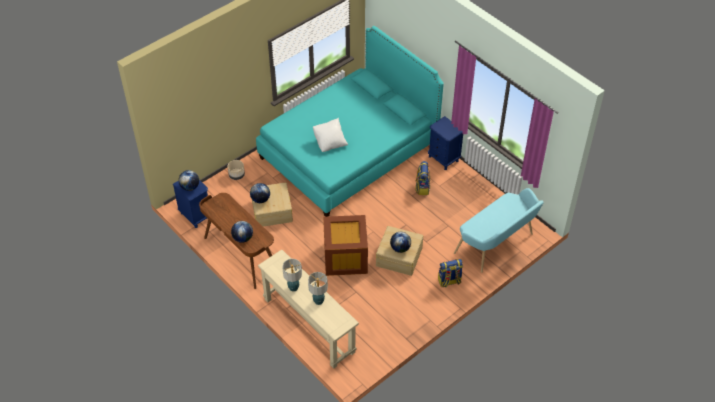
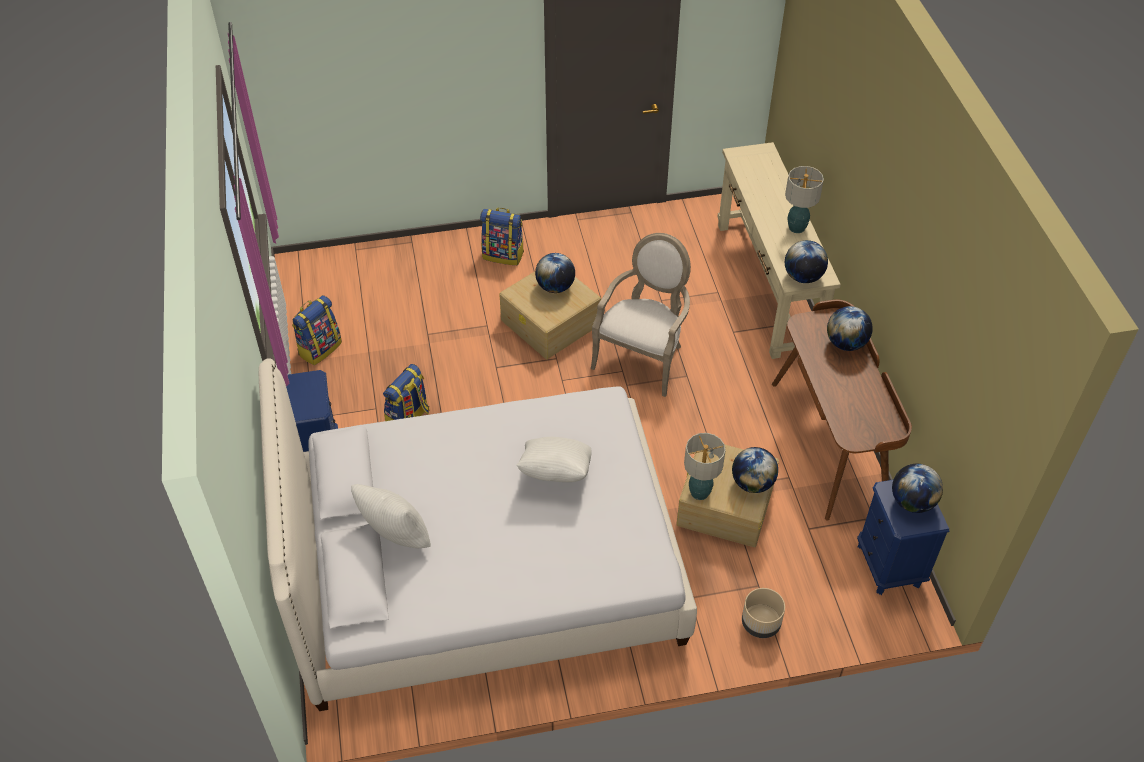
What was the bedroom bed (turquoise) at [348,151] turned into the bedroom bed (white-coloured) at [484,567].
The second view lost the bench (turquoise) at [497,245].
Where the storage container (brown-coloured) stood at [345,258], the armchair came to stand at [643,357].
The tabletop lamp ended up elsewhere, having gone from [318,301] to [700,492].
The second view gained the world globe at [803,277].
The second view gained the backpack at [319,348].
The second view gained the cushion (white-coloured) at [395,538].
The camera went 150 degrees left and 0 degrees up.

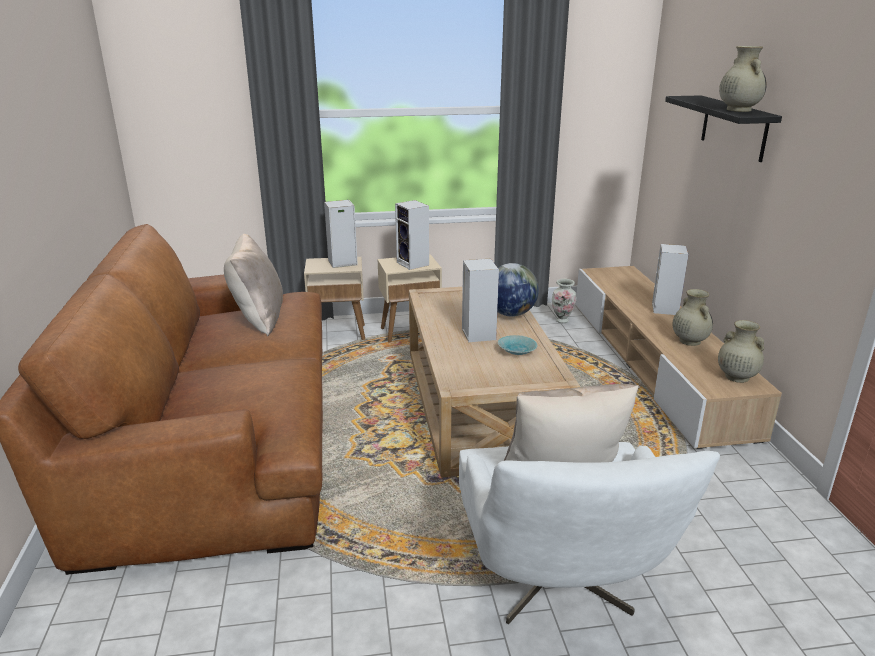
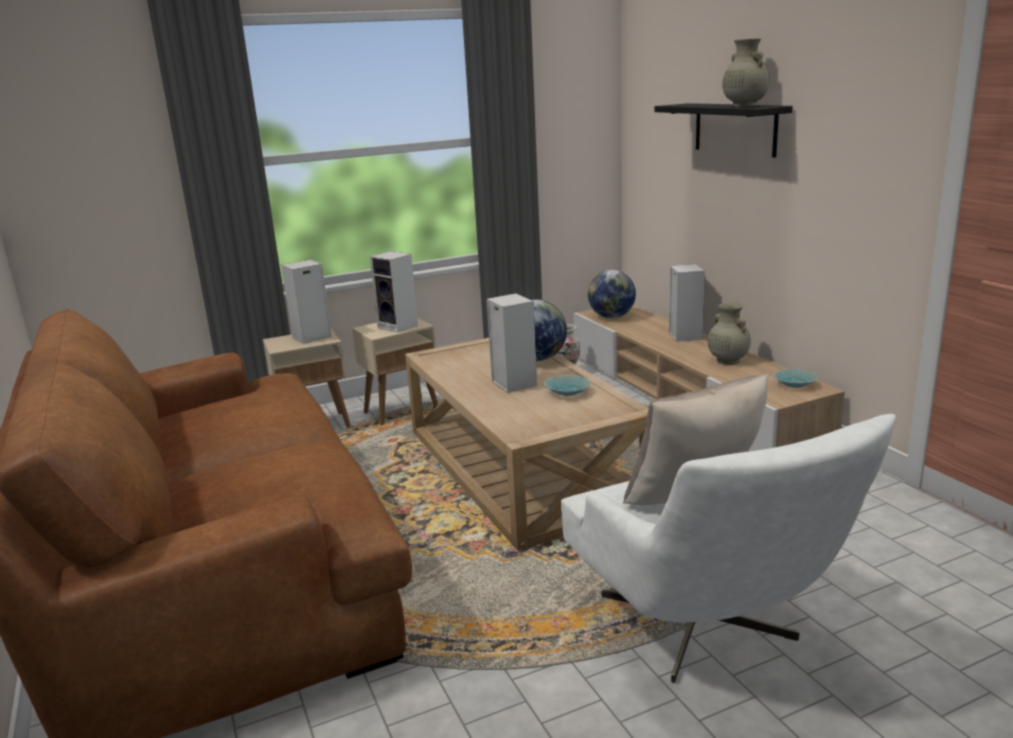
The second view lost the cushion (beige) at [259,319].
Where the flower vase (beige) stood at [736,377], the deep dish (turquoise) came to stand at [793,384].
The second view gained the world globe at [611,317].
The camera went 15 degrees left and 5 degrees down.

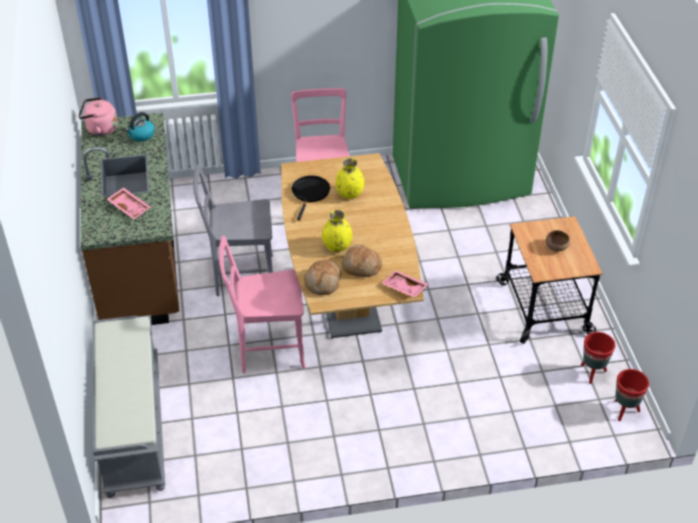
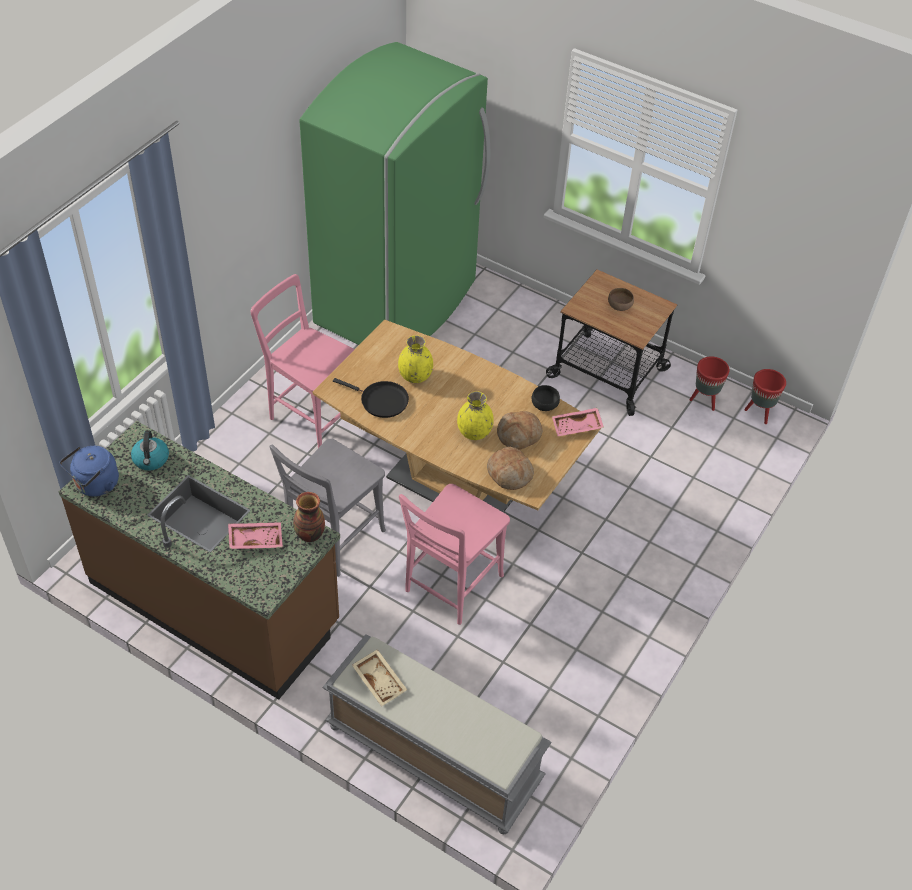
What was the tea kettle (pinkish) at [100,129] turned into the tea kettle (blue) at [95,485].
The pan (black) at [310,193] ended up facing another way, 150 degrees clockwise from before.
The second view gained the deep dish (black) at [545,405].
The second view gained the flower vase at [309,535].
The second view gained the serving tray (beige) at [380,681].
The camera went 50 degrees left and 5 degrees up.

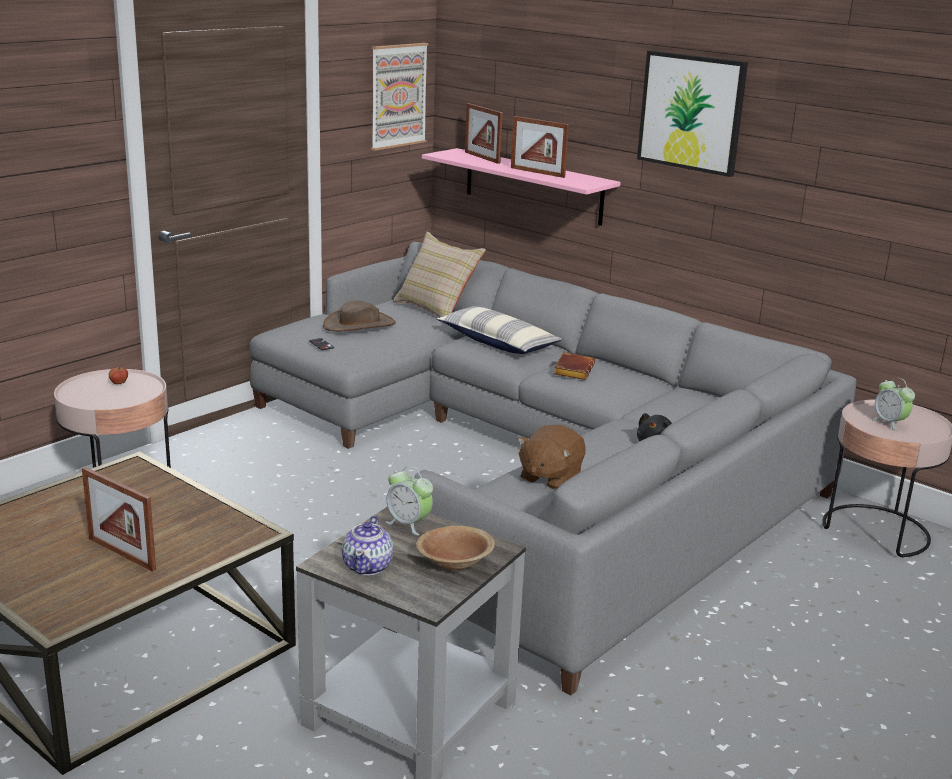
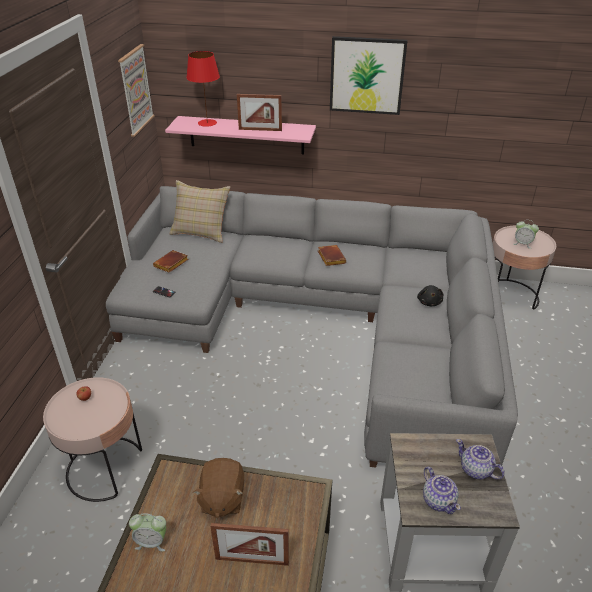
Where the standing frame stood at [482,157], the tabletop lamp (red-coloured) came to stand at [207,123].
Where the wearable hat (brown-coloured) stood at [359,324], the book (brown-coloured) came to stand at [171,264].
The second view lost the cushion at [498,342].
The cuddly toy (brown-coloured) ended up elsewhere, having gone from [549,477] to [222,498].
The bedside clock ended up elsewhere, having gone from [409,524] to [152,542].
Where the deep dish (brown-coloured) stood at [454,563], the tea pot came to stand at [476,470].
The camera went 30 degrees left and 15 degrees up.

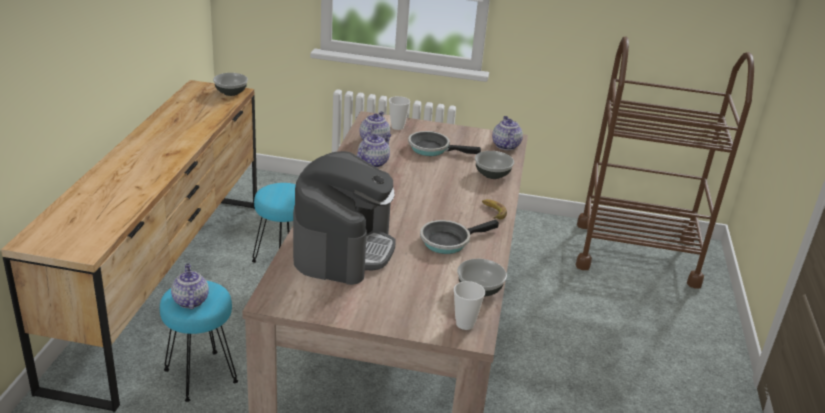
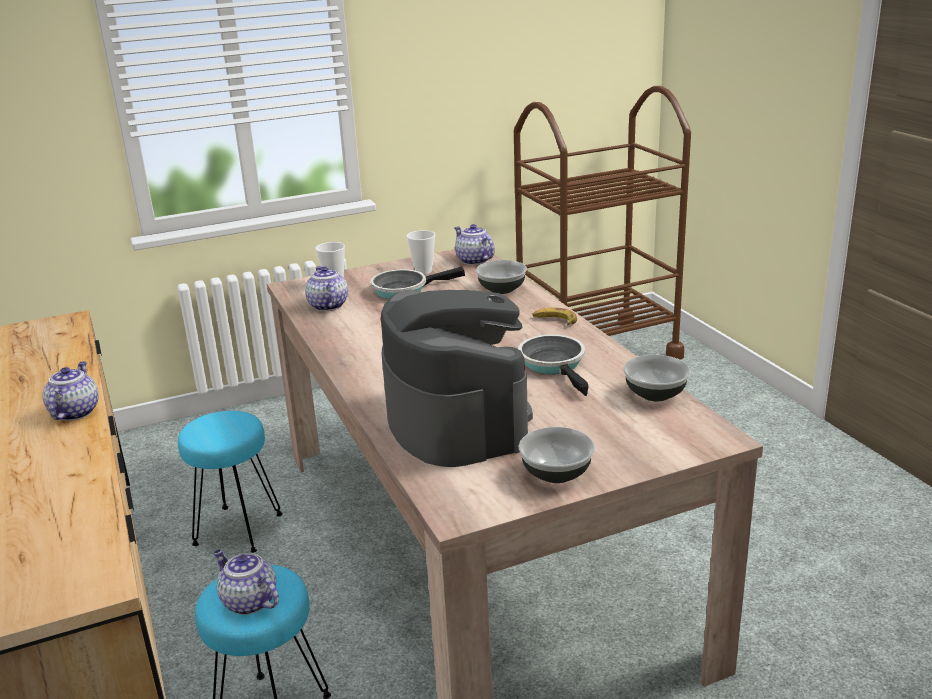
The deep dish ended up elsewhere, having gone from [230,92] to [555,474].
The tea pot ended up elsewhere, having gone from [373,162] to [75,412].
The pan at [448,241] ended up facing another way, 135 degrees clockwise from before.
The small cup ended up elsewhere, having gone from [465,324] to [423,271].
The camera went 30 degrees left and 5 degrees down.

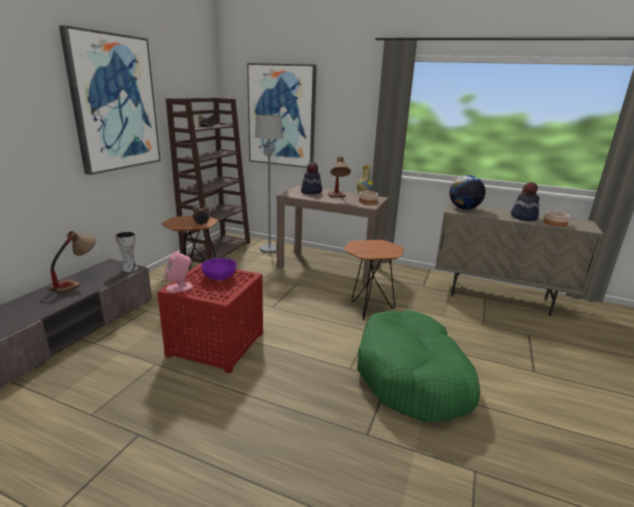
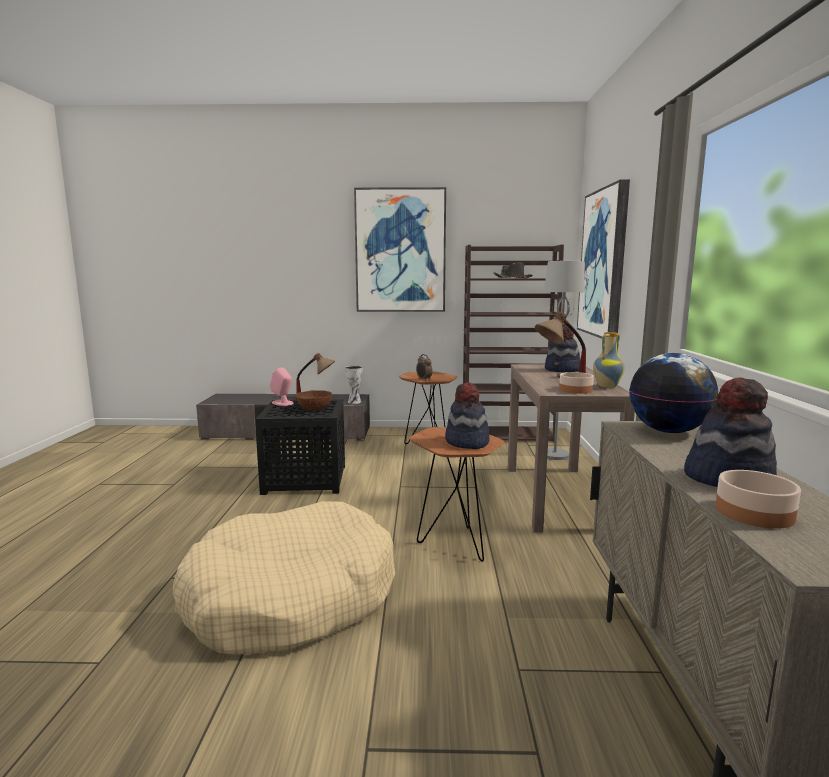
What was the deep dish (purplish) at [219,277] turned into the deep dish (brown-coloured) at [314,408].
What was the accent table (red-coloured) at [217,345] turned into the accent table (black) at [303,480].
What was the pet bed (green-coloured) at [413,377] turned into the pet bed (beige) at [291,598].
The second view gained the wearable hat at [466,442].
The camera went 70 degrees right and 10 degrees down.

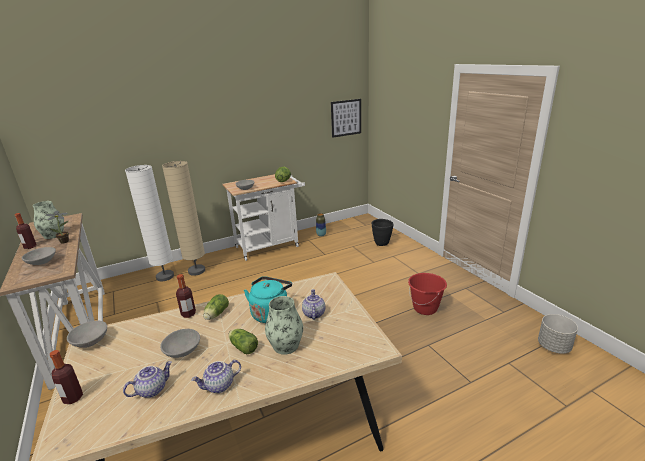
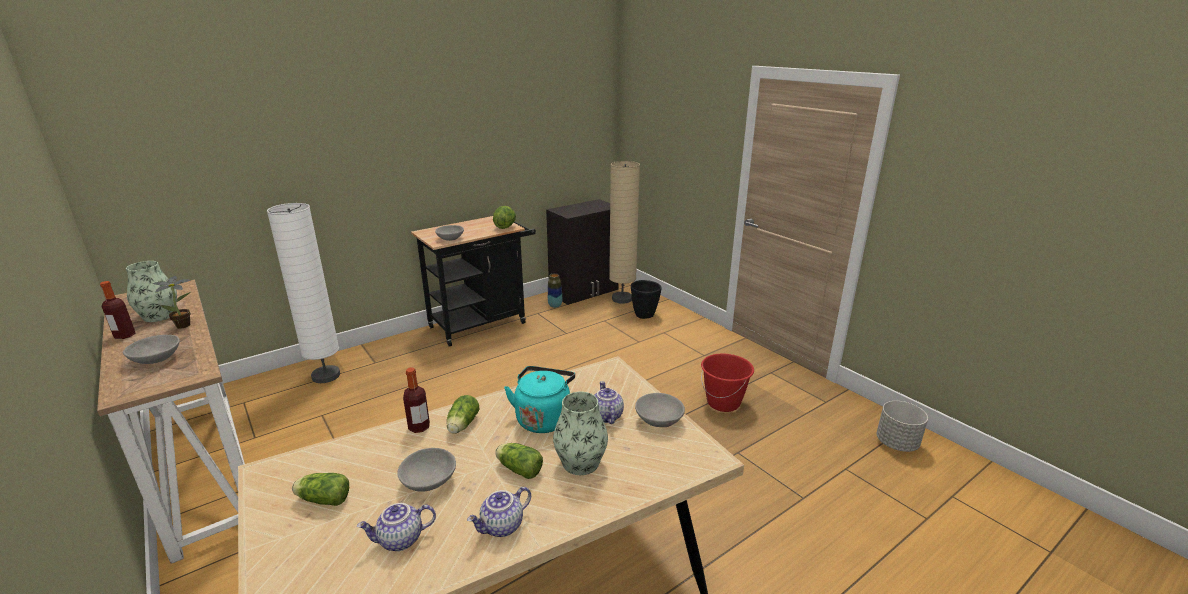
The second view lost the wall art at [346,118].
The standard lamp (beige) ended up elsewhere, having gone from [196,271] to [622,299].
What was the trolley (white-coloured) at [270,245] turned into the trolley (black) at [483,323].
The deep dish (greyish) ended up elsewhere, having gone from [90,342] to [658,421].
The second view lost the beverage bottle at [73,398].
The tea pot at [152,389] ended up facing another way, 150 degrees counterclockwise from before.
The second view gained the cupboard (black) at [585,291].
The second view gained the lettuce at [322,499].
The camera went 10 degrees left and 0 degrees up.

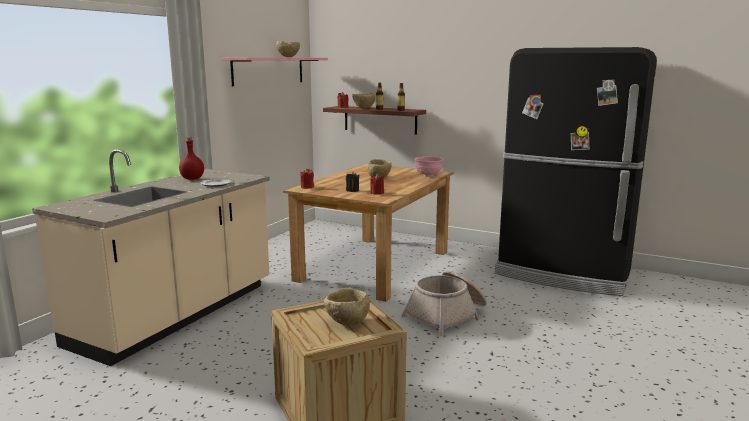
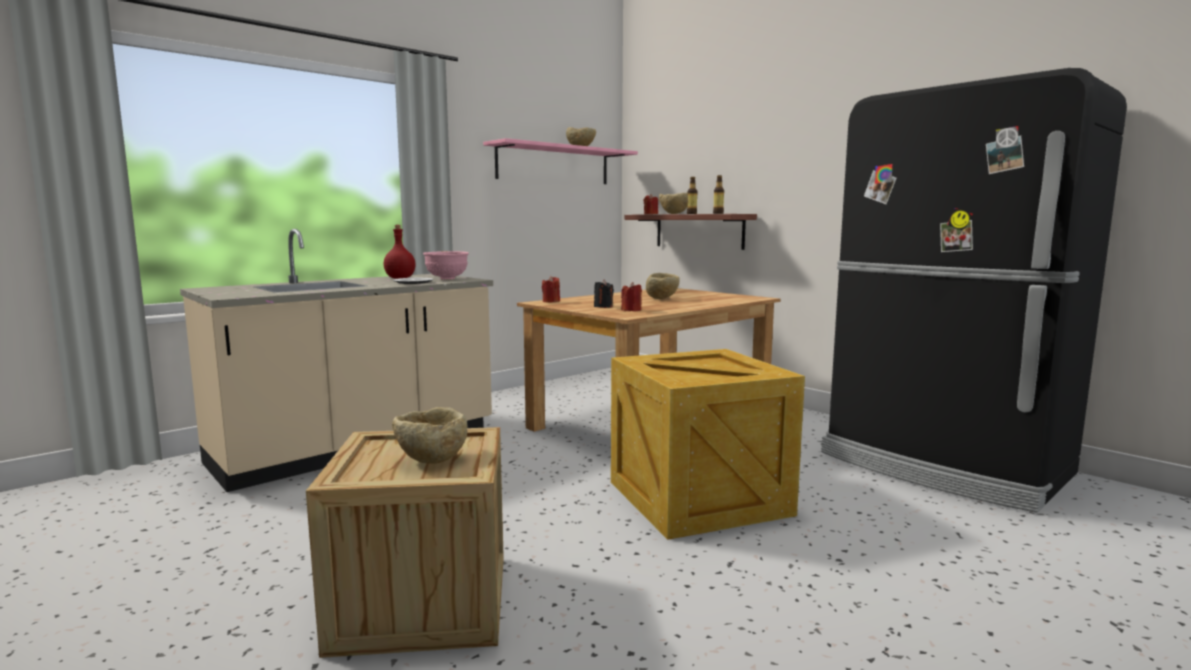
The deep dish (pinkish) ended up elsewhere, having gone from [428,175] to [446,279].
Where the storage basket stood at [447,316], the shipping crate came to stand at [701,498].
The camera went 20 degrees right and 5 degrees down.

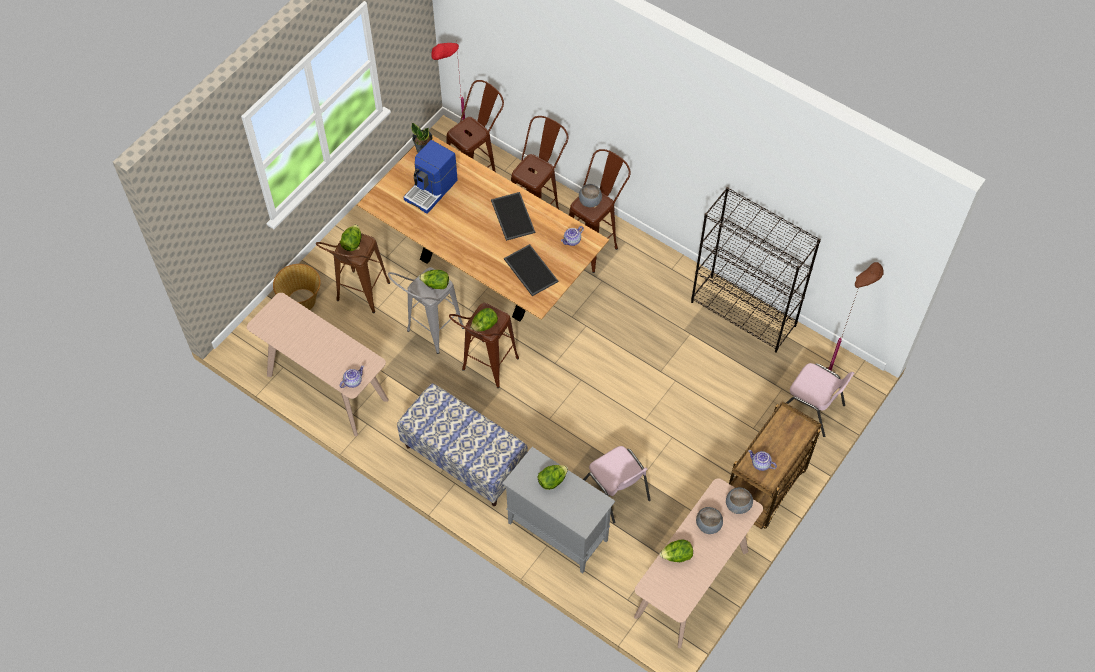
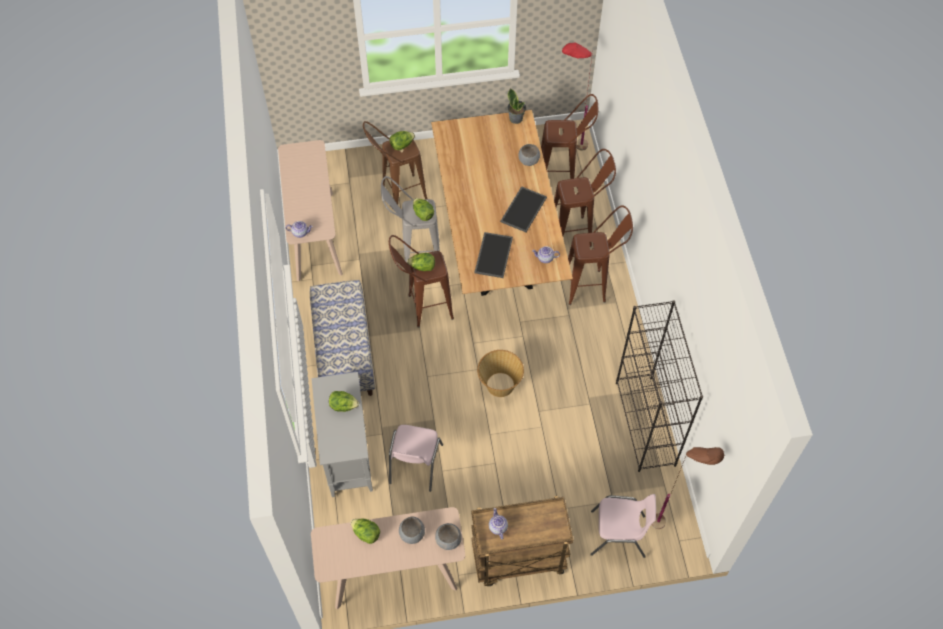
The second view lost the coffee machine at [432,190].
The deep dish (greyish) ended up elsewhere, having gone from [590,201] to [528,160].
The storage basket ended up elsewhere, having gone from [301,301] to [499,385].
The plain chair (pinkish) at [811,408] ended up facing another way, 75 degrees counterclockwise from before.
The camera went 45 degrees right and 0 degrees up.

